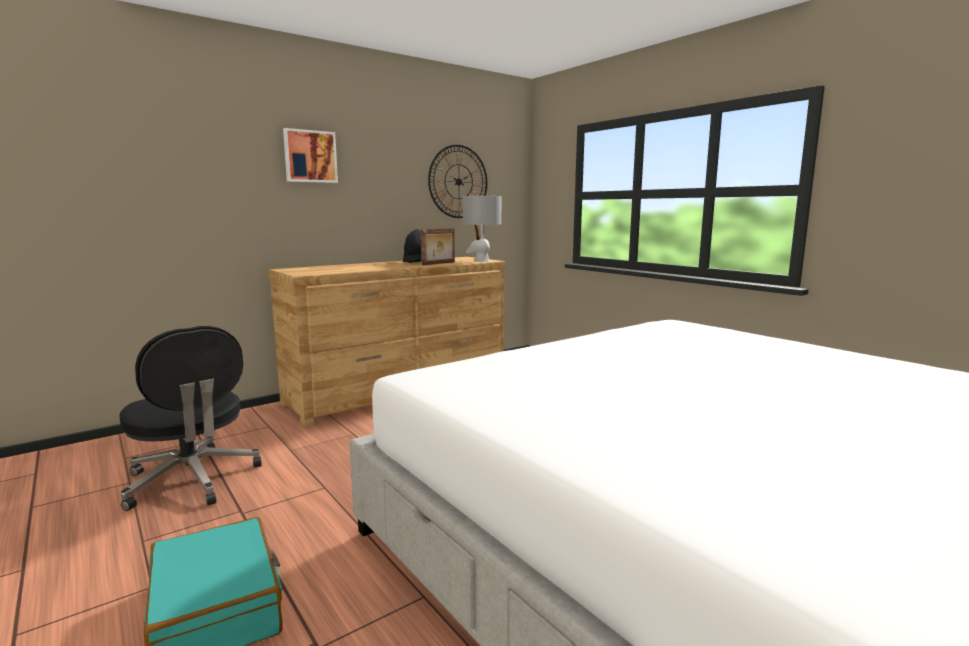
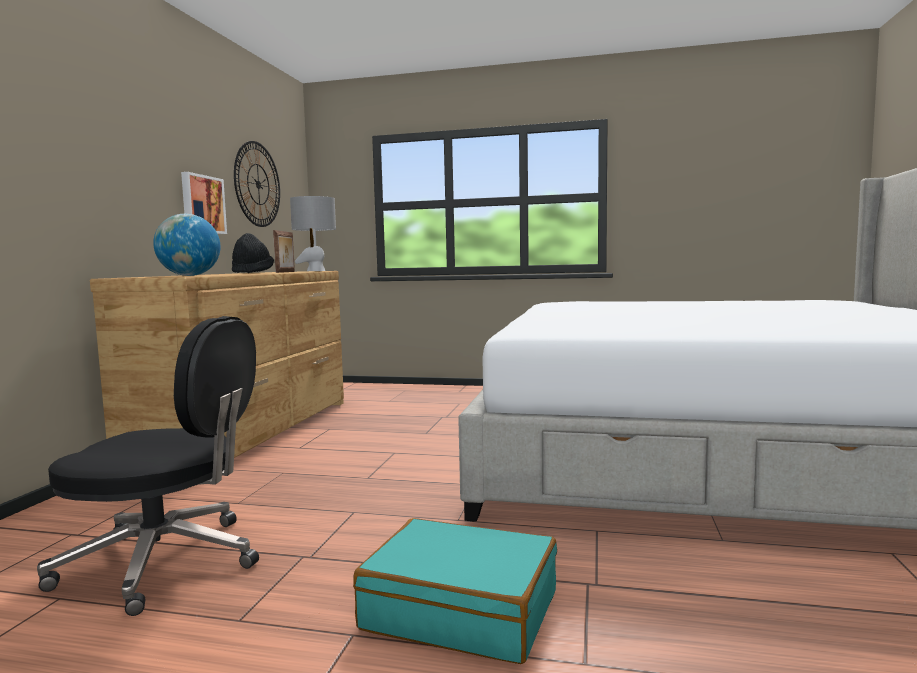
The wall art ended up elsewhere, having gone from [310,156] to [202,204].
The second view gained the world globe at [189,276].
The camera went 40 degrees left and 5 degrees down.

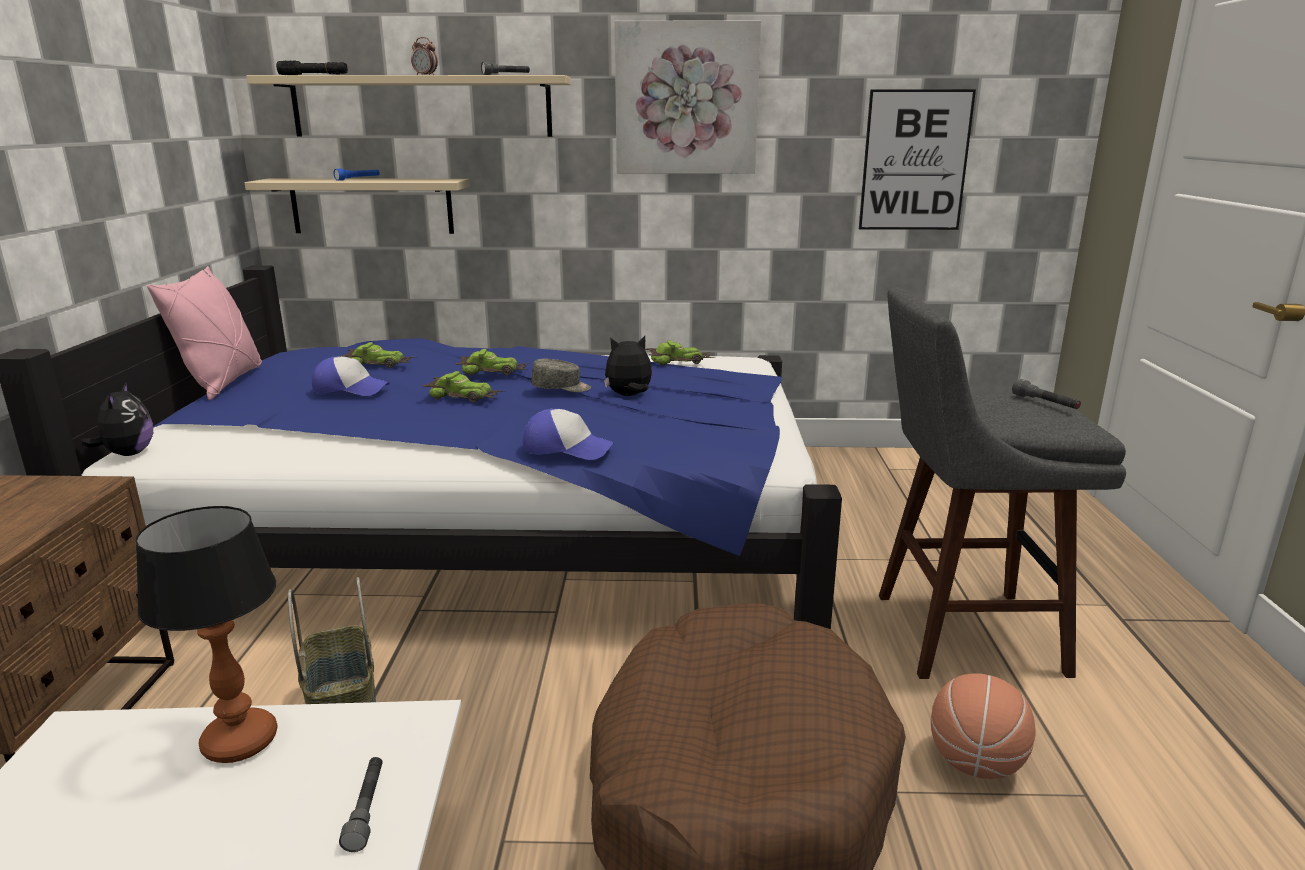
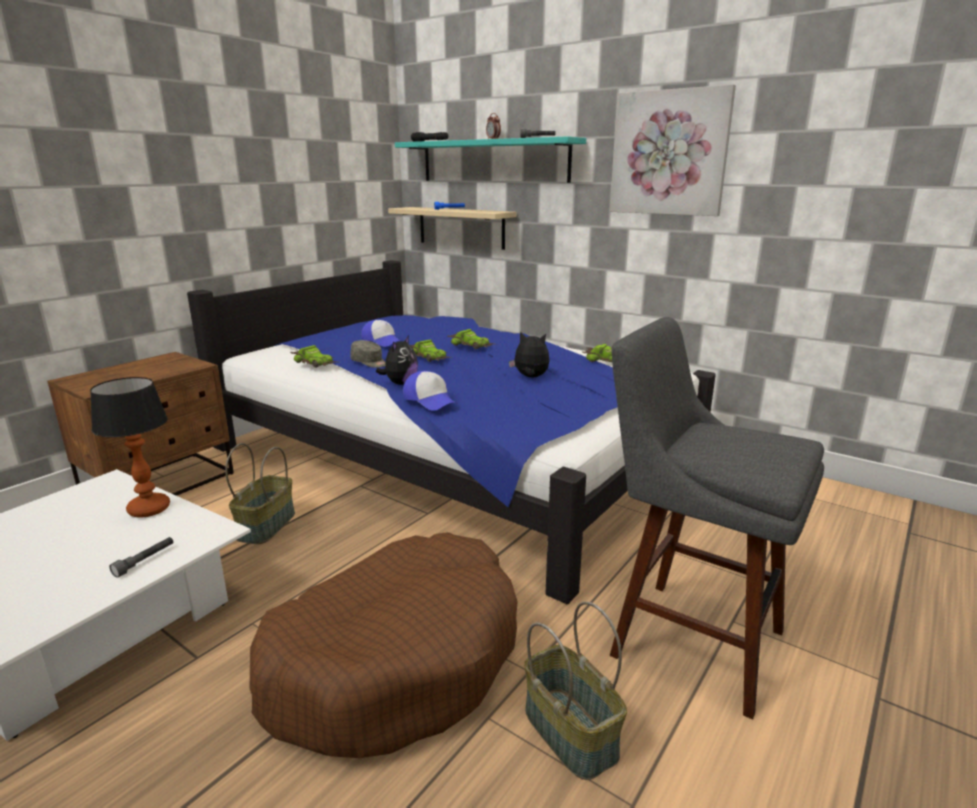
What was the bracket shelf (beige) at [421,107] turned into the bracket shelf (turquoise) at [493,161].
The second view lost the wall art at [915,161].
The second view lost the cushion (pinkish) at [223,382].
The toy car ended up elsewhere, having gone from [379,364] to [315,363].
The baseball cap (greyish) ended up elsewhere, having gone from [561,388] to [369,363].
The second view lost the flashlight (greyish) at [1045,403].
The cuddly toy ended up elsewhere, having gone from [128,454] to [400,383].
Where the ball for basketball stood at [975,763], the storage basket came to stand at [572,732].
The camera went 35 degrees right and 0 degrees up.

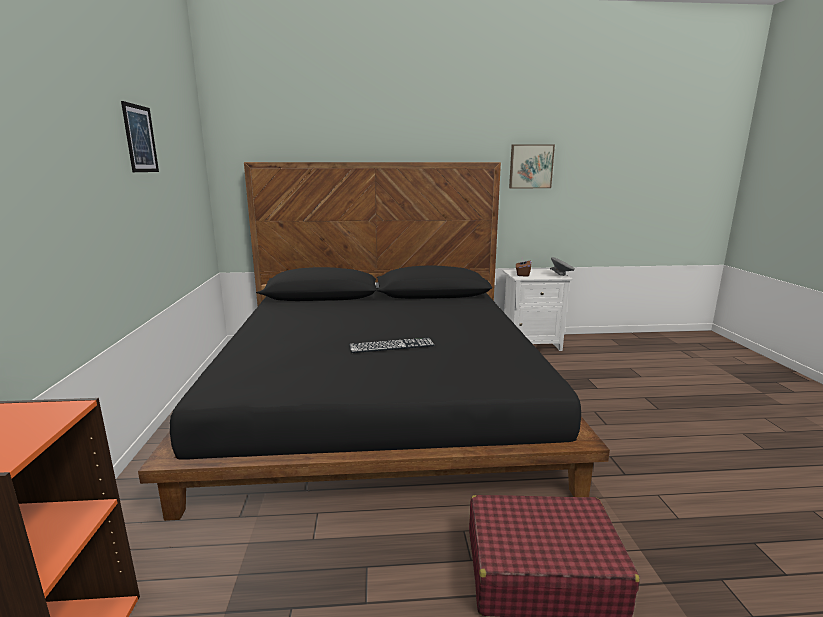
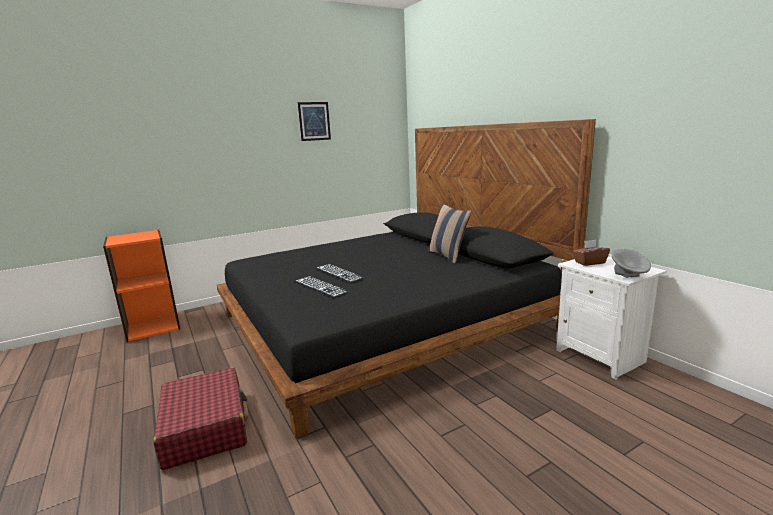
The second view lost the wall art at [530,166].
The second view gained the cushion at [448,255].
The second view gained the PC keyboard at [320,286].
The camera went 65 degrees right and 0 degrees up.

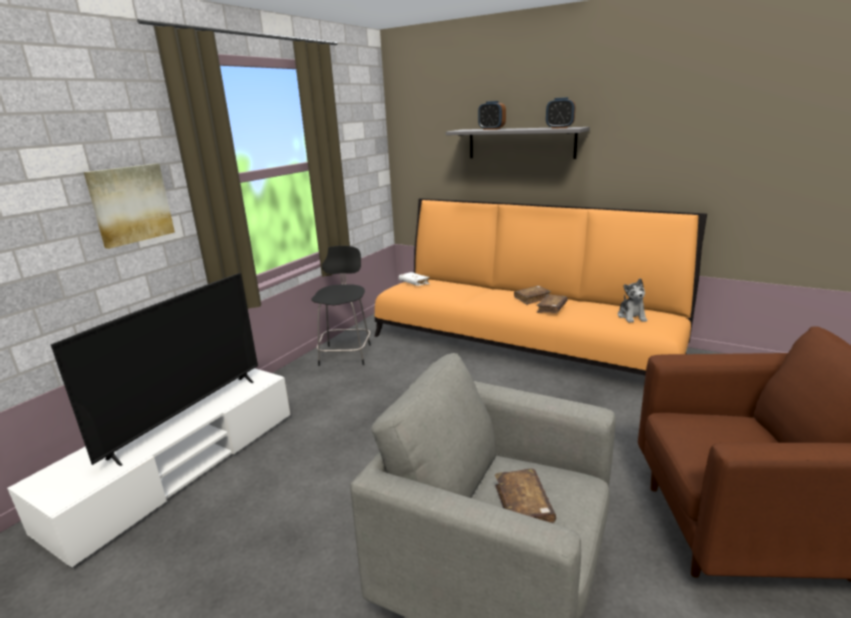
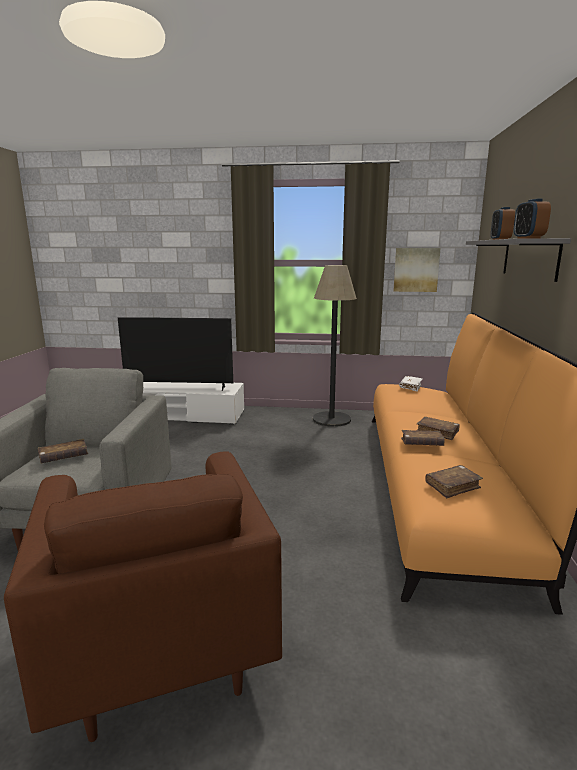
The wall art ended up elsewhere, having gone from [130,204] to [416,270].
Where the sitting stool (black) stood at [346,354], the standard lamp came to stand at [331,419].
Where the cuddly toy stood at [631,316], the book (brown-coloured) came to stand at [452,486].
The camera went 65 degrees right and 5 degrees down.

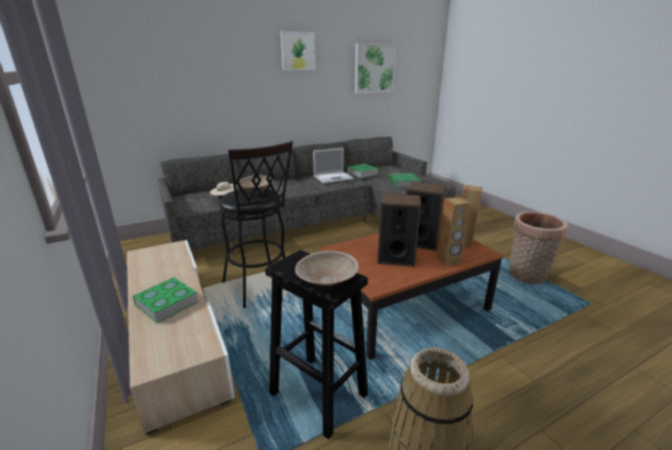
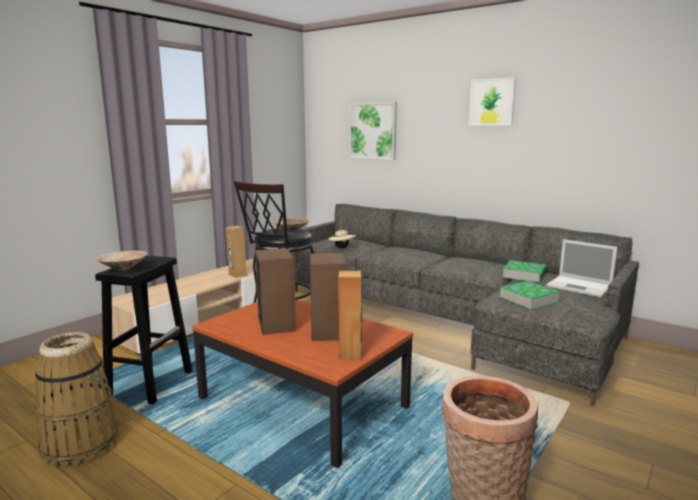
The wall art ended up elsewhere, having gone from [374,68] to [373,130].
The laptop ended up elsewhere, having gone from [334,177] to [580,287].
The loudspeaker (brown-coloured) ended up elsewhere, having gone from [449,260] to [237,275].
The second view lost the book at [167,303].
The camera went 65 degrees right and 10 degrees down.

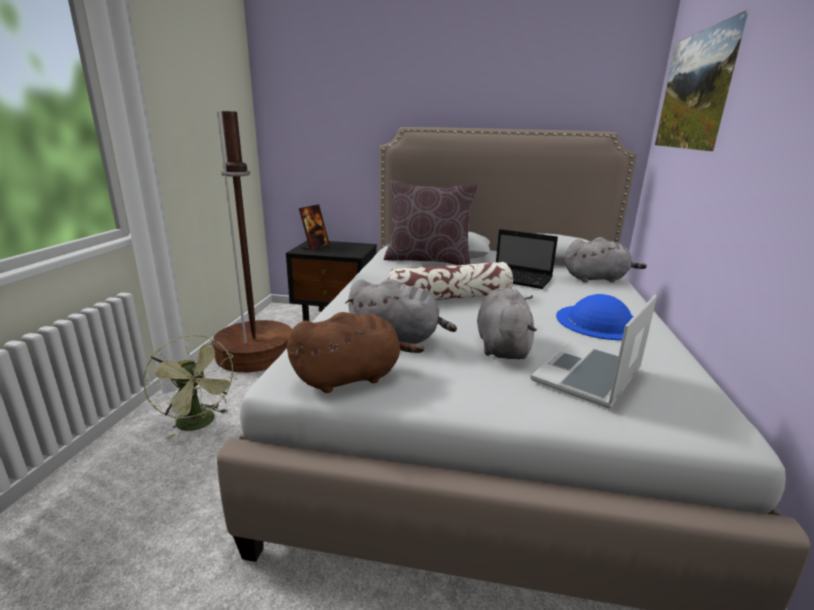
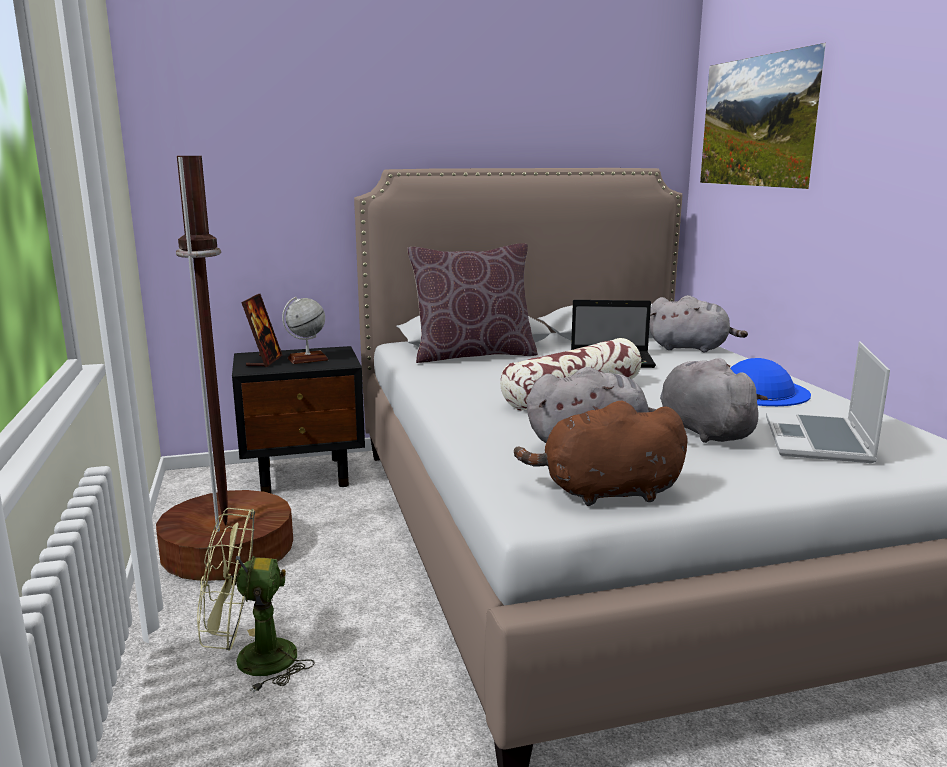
The cuddly toy (greyish) at [597,278] ended up facing another way, 45 degrees clockwise from before.
The cuddly toy (brown-coloured) at [351,377] ended up facing another way, 135 degrees counterclockwise from before.
The fan (green-coloured) at [200,424] ended up facing another way, 150 degrees clockwise from before.
The second view gained the world globe at [307,359].
The camera went 25 degrees left and 5 degrees down.

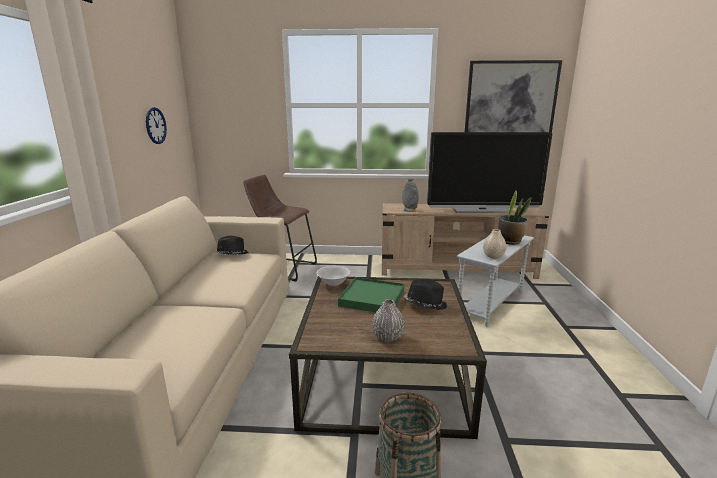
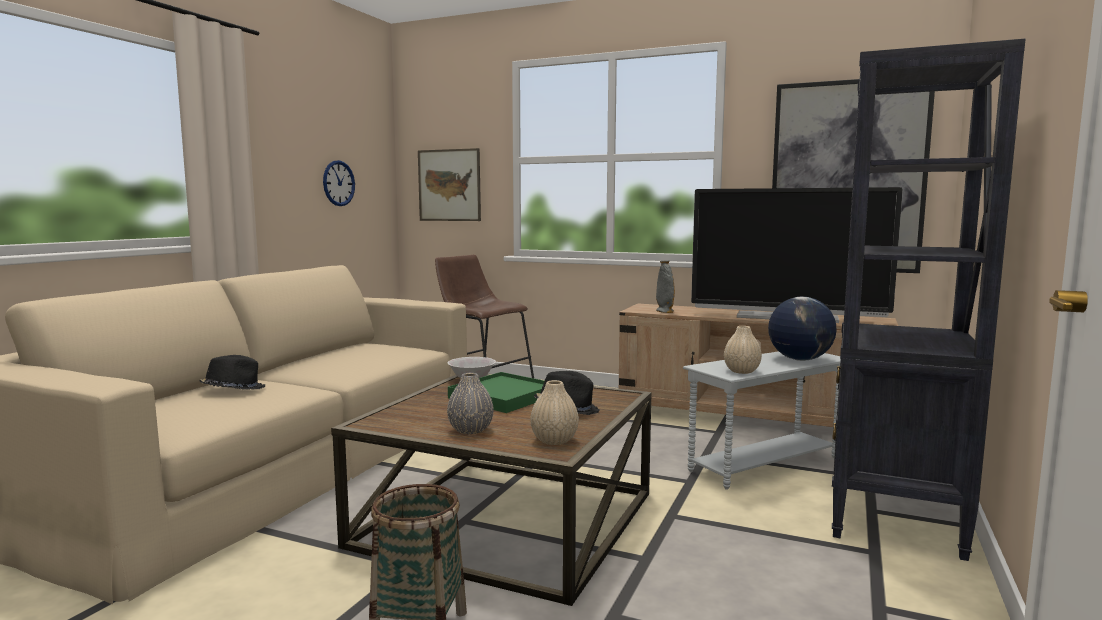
Where the potted plant stood at [510,241], the world globe came to stand at [799,359].
The wearable hat (black) ended up elsewhere, having gone from [231,254] to [233,389].
The second view gained the shelving unit (black) at [893,517].
The second view gained the wall art at [449,185].
The second view gained the flower vase (beige) at [554,440].
The camera went 20 degrees right and 10 degrees down.

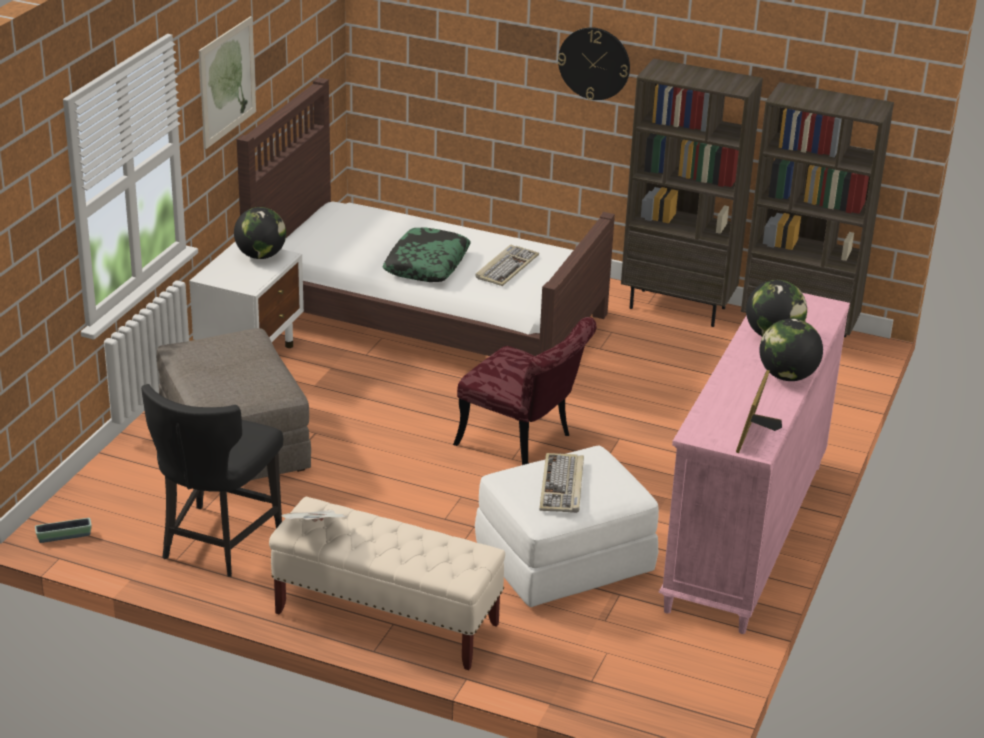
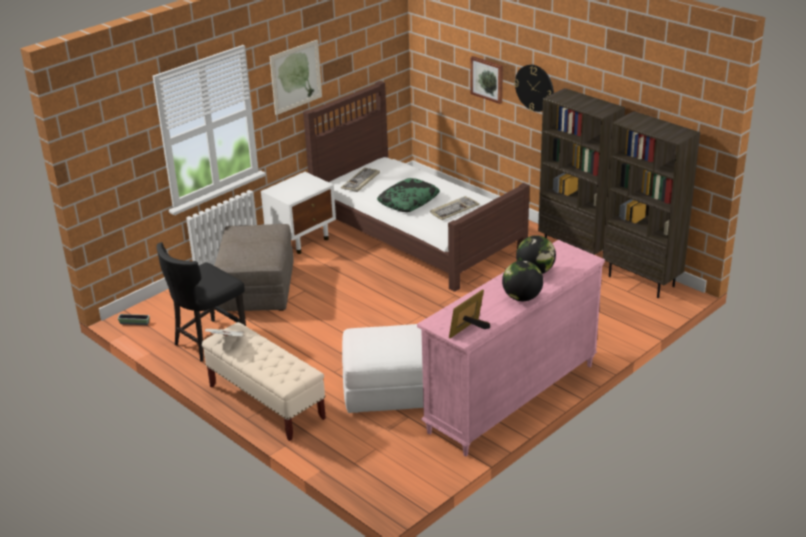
The second view lost the world globe at [260,256].
The second view lost the plain chair (red-coloured) at [523,443].
The PC keyboard ended up elsewhere, having gone from [562,486] to [361,181].
The second view gained the wall art at [487,79].
The camera went 25 degrees right and 0 degrees up.

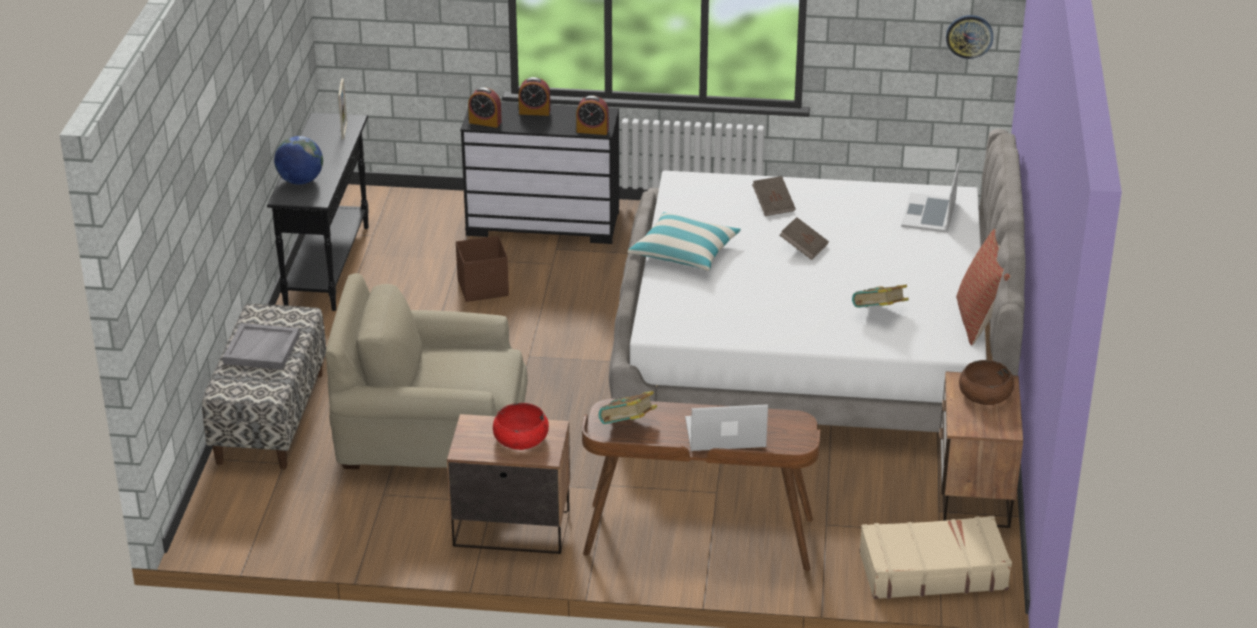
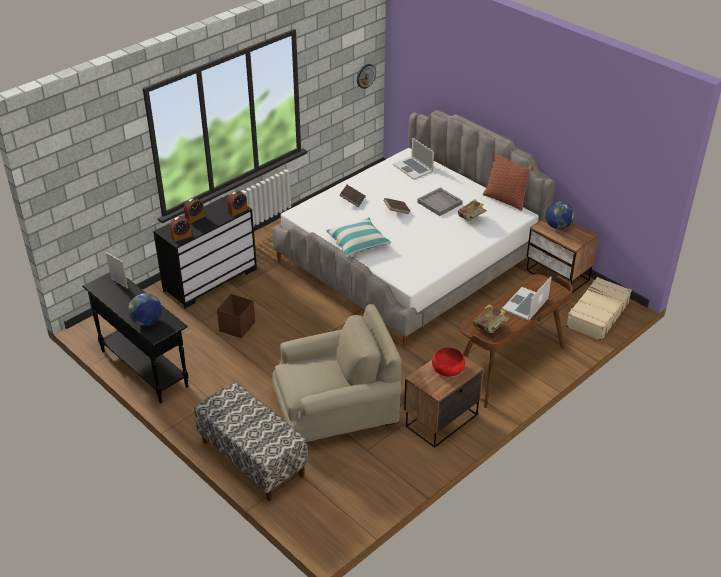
The armchair (beige) at [432,432] ended up facing another way, 150 degrees counterclockwise from before.
The serving tray (greyish) ended up elsewhere, having gone from [262,350] to [440,203].
Where the deep dish (brown-coloured) stood at [985,394], the world globe came to stand at [557,226].
The camera went 50 degrees left and 5 degrees up.

